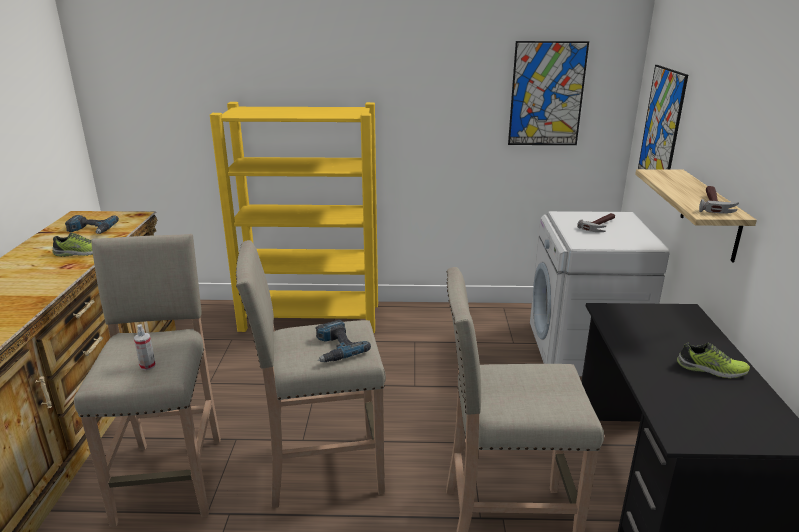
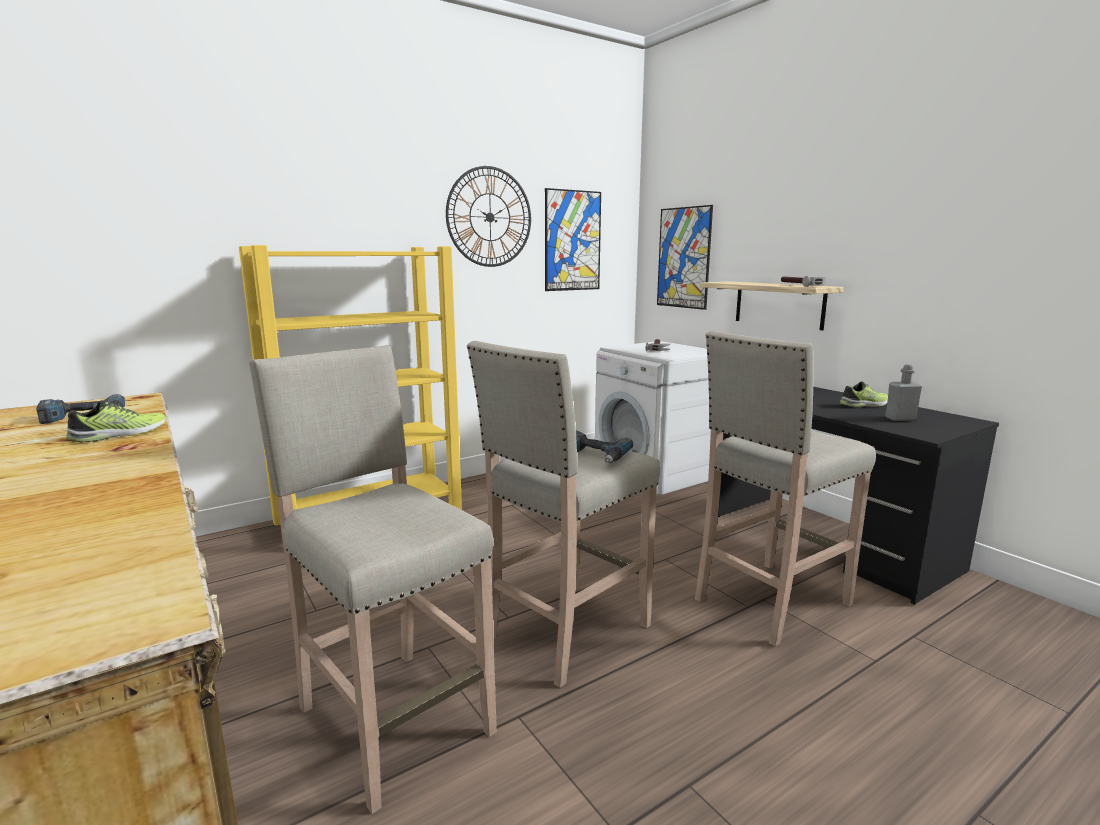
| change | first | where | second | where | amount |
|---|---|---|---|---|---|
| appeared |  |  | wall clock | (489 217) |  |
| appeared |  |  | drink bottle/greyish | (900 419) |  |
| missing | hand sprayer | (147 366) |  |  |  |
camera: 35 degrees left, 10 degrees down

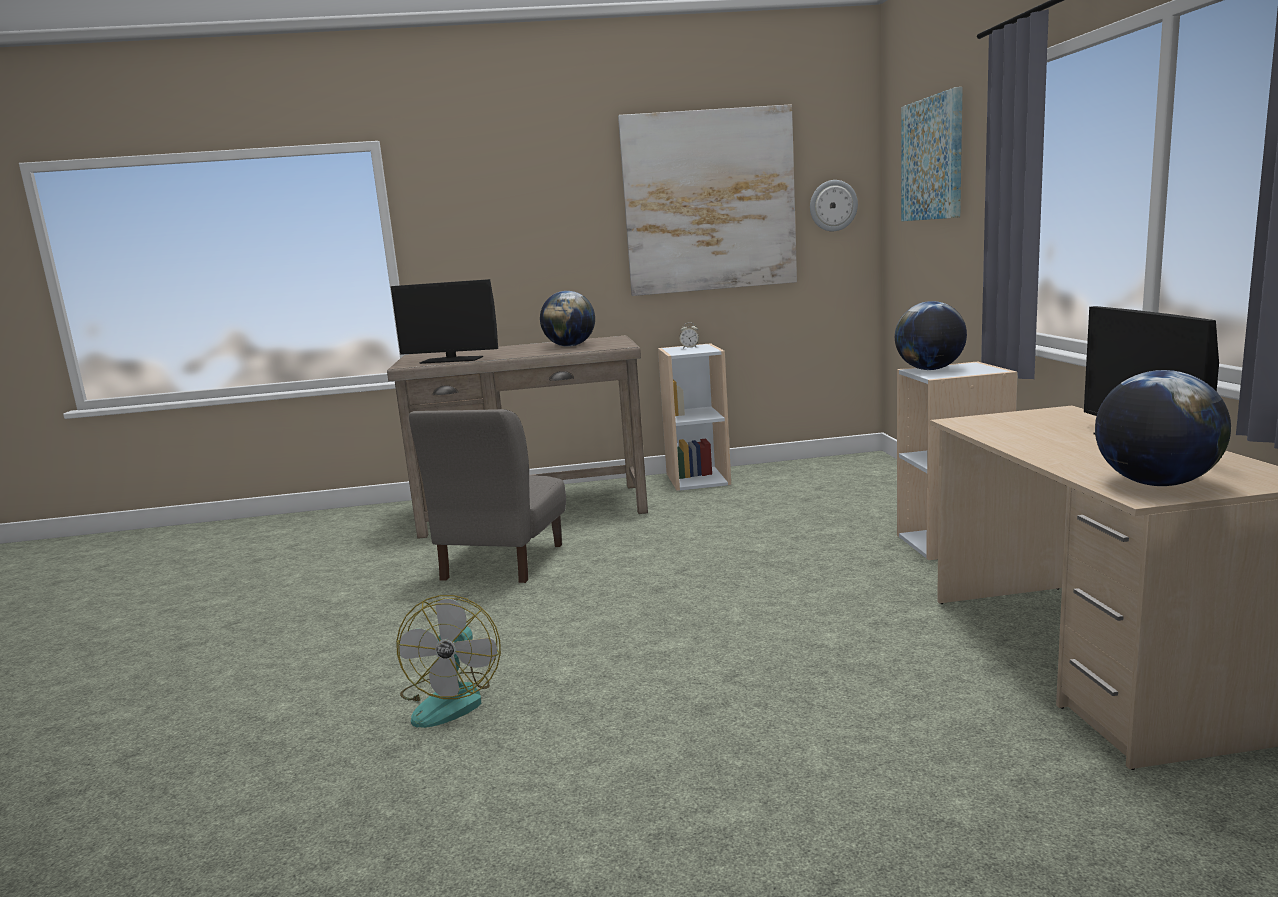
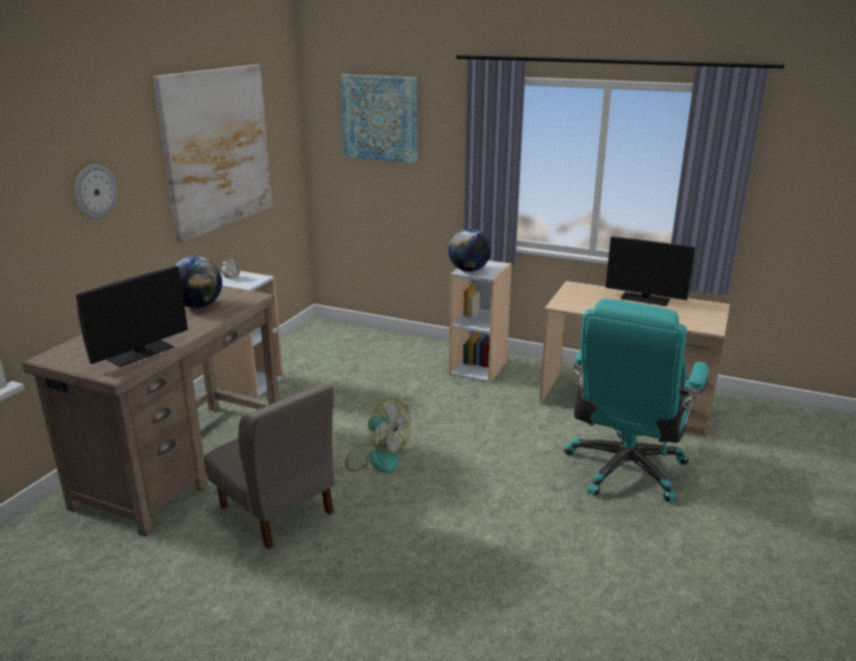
| change | first | where | second | where | amount |
|---|---|---|---|---|---|
| relocated | wall clock | (833 205) |  | (94 191) |  |
| relocated | fan | (452 699) |  | (376 457) |  |
| appeared |  |  | desk chair/turquoise | (625 468) |  |
| missing | globe | (1156 483) |  |  |  |
camera: 60 degrees left, 10 degrees up

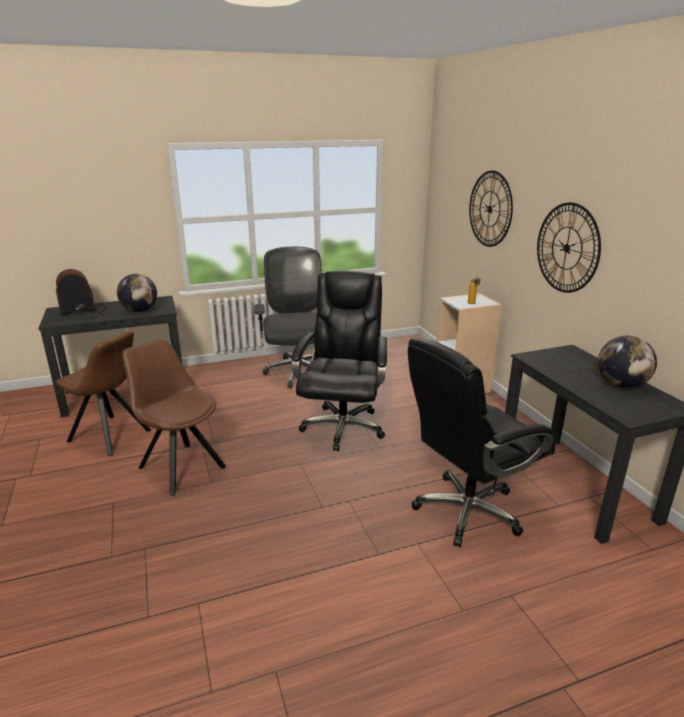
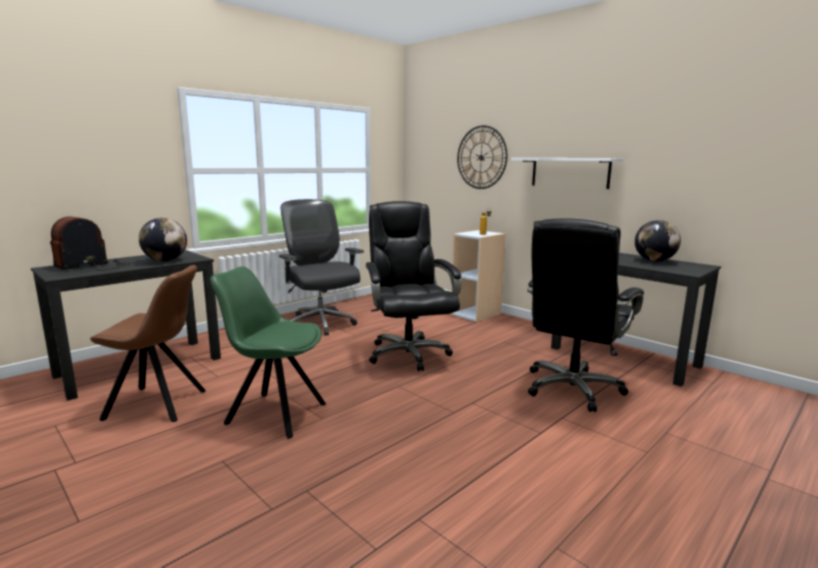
| change | first | where | second | where | amount |
|---|---|---|---|---|---|
| colour | upright chair/brownish | (181 467) | upright chair/green-coloured | (275 413) |  |
| exchanged | wall clock | (567 248) | shelf/white | (569 172) |  |
camera: 25 degrees left, 10 degrees down

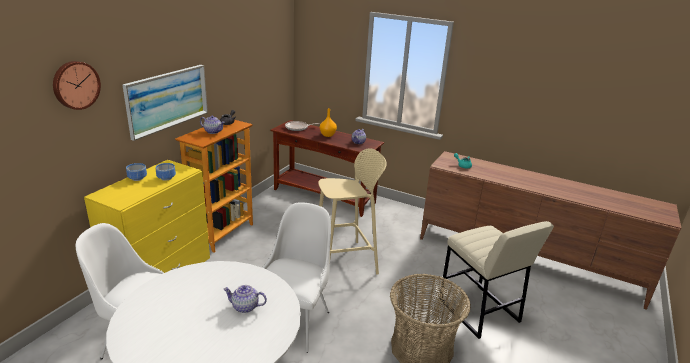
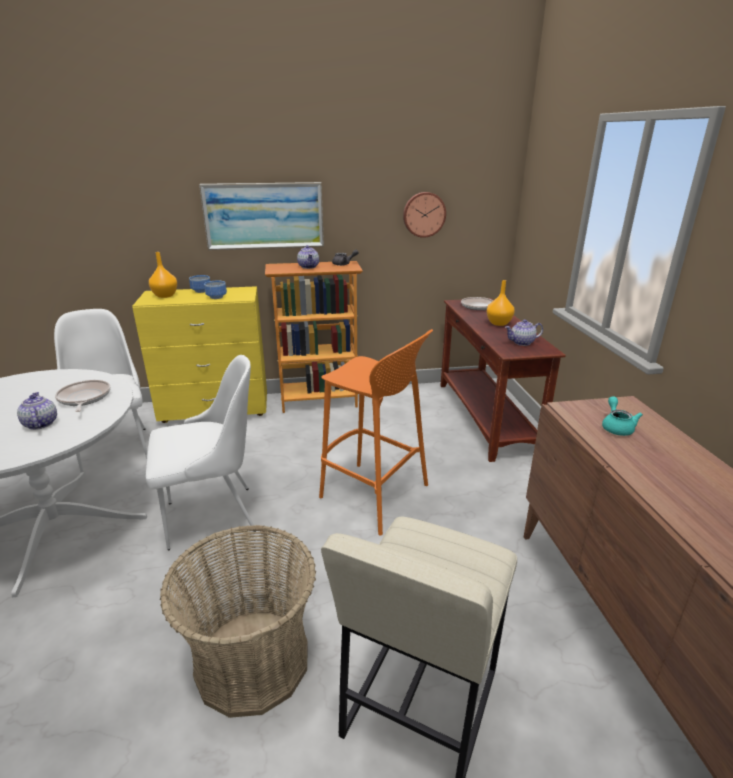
| change | first | where | second | where | amount |
|---|---|---|---|---|---|
| appeared |  |  | frying pan | (84 398) |  |
| appeared |  |  | decorative vase/orangey | (165 295) |  |
| colour | stool seat/sand-coloured | (345 261) | stool seat/orangey | (374 495) |  |
| relocated | wall clock | (75 85) |  | (424 214) |  |
camera: 55 degrees right, 0 degrees up

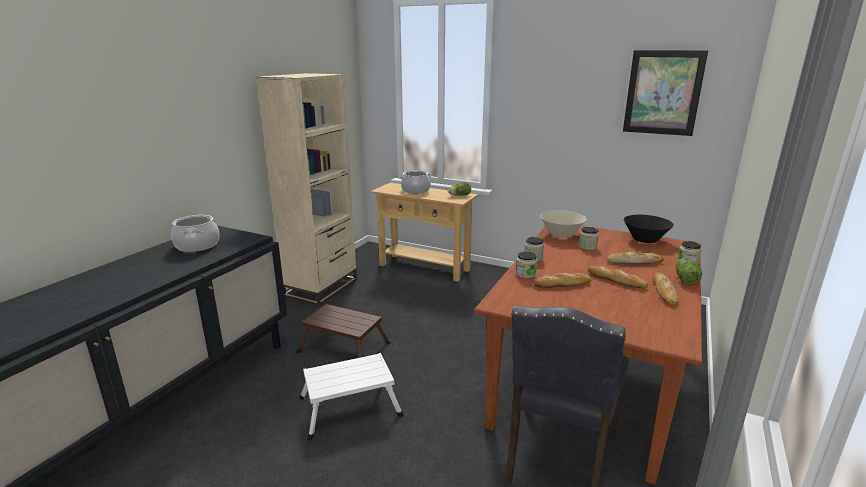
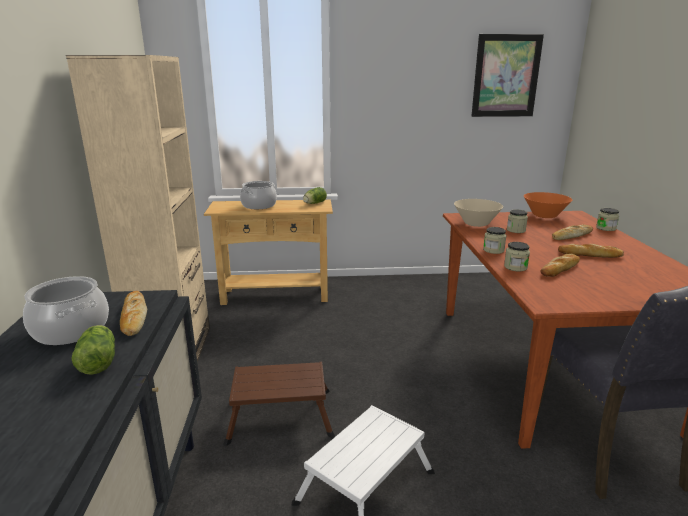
| change | first | where | second | where | amount |
|---|---|---|---|---|---|
| relocated | lettuce head | (685 278) |  | (99 360) |  |
| relocated | bread | (664 291) |  | (133 317) |  |
| colour | serving bowl/black | (645 240) | serving bowl/orangey | (544 215) |  |
camera: 30 degrees left, 0 degrees up

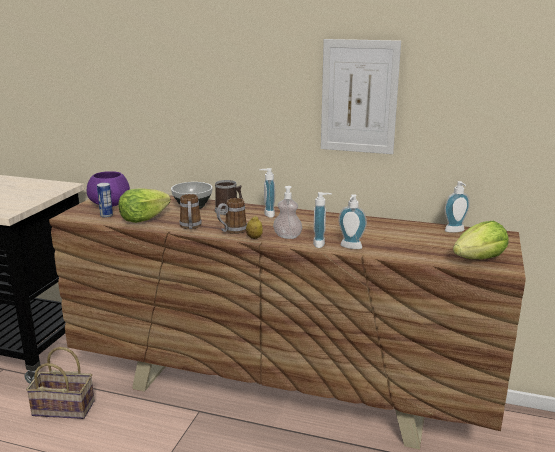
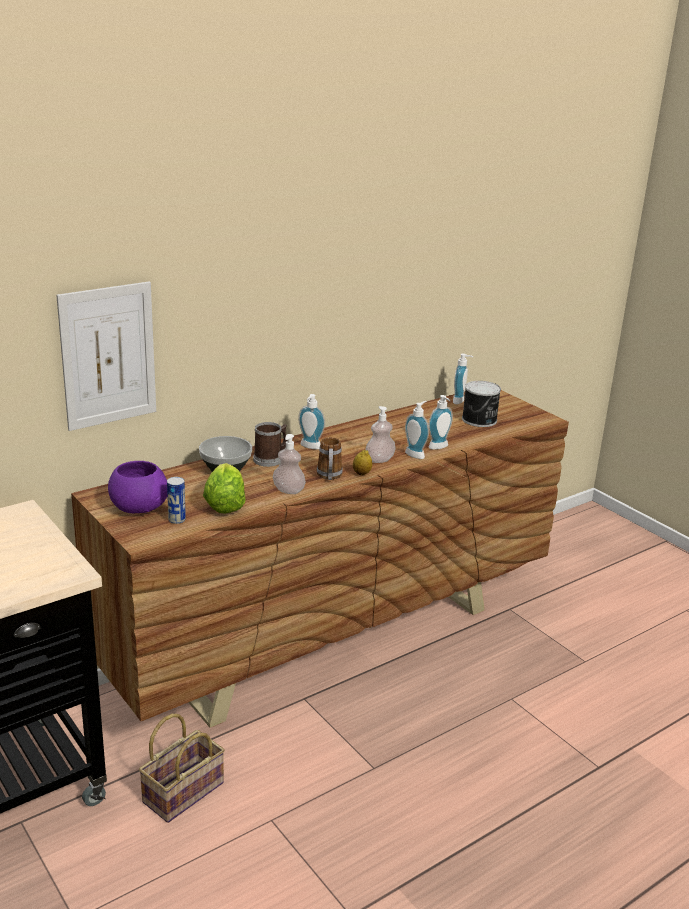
| change | first | where | second | where | amount |
|---|---|---|---|---|---|
| relocated | picture | (359 97) |  | (108 356) |  |
| exchanged | mug | (190 227) | liquid soap bottle | (288 490) |  |
| appeared |  |  | sealed can | (480 420) |  |
| missing | lettuce head | (479 259) |  |  |  |
camera: 55 degrees left, 5 degrees up

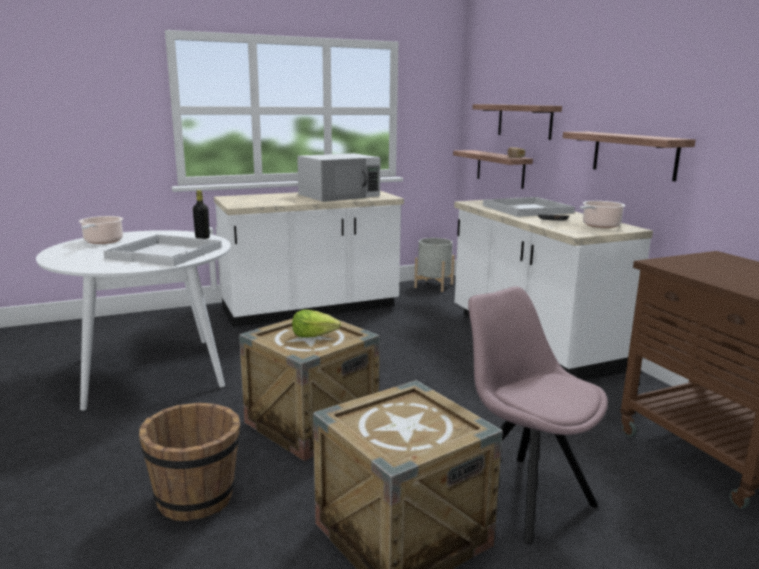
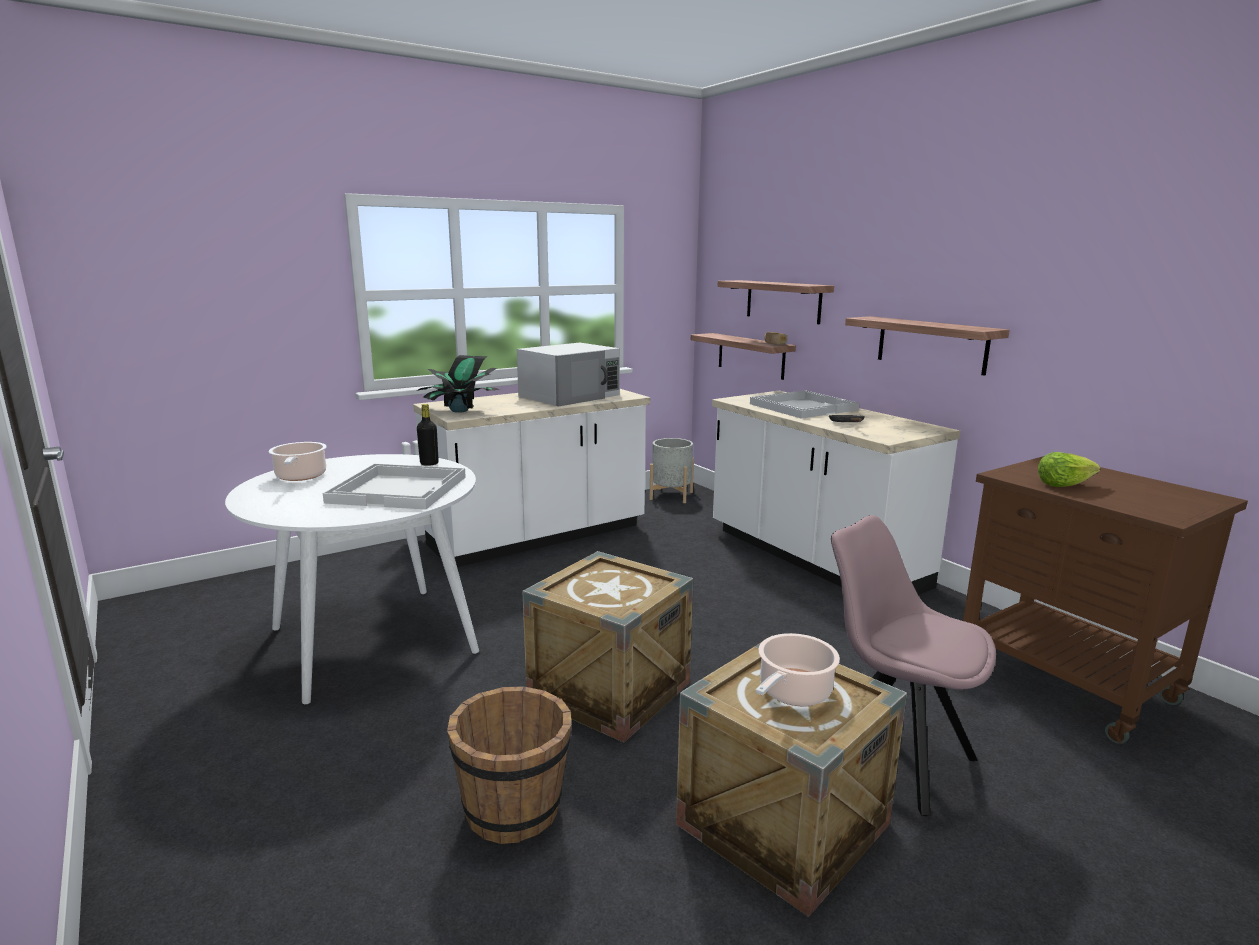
| change | first | where | second | where | amount |
|---|---|---|---|---|---|
| appeared |  |  | plant in a pot | (460 411) |  |
| relocated | saucepot | (599 225) |  | (793 693) |  |
| relocated | lettuce head | (314 335) |  | (1063 484) |  |
camera: 10 degrees left, 0 degrees up

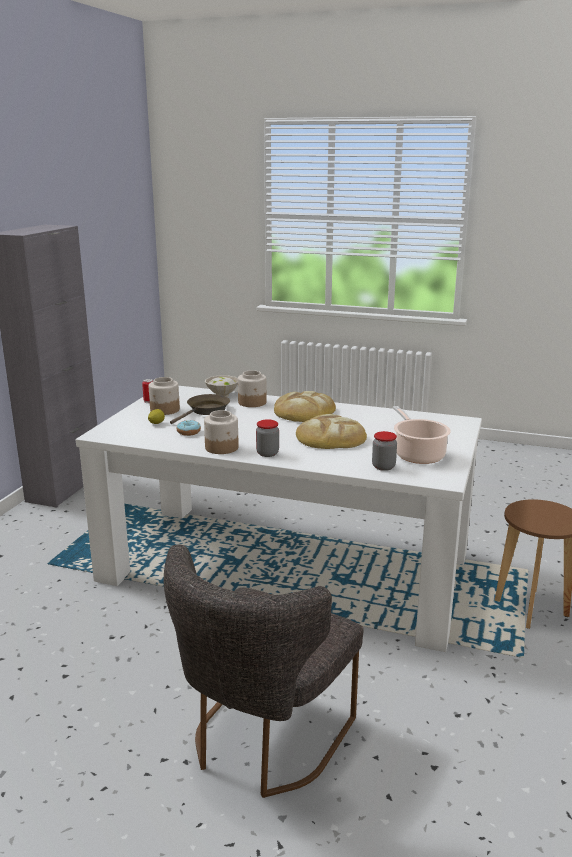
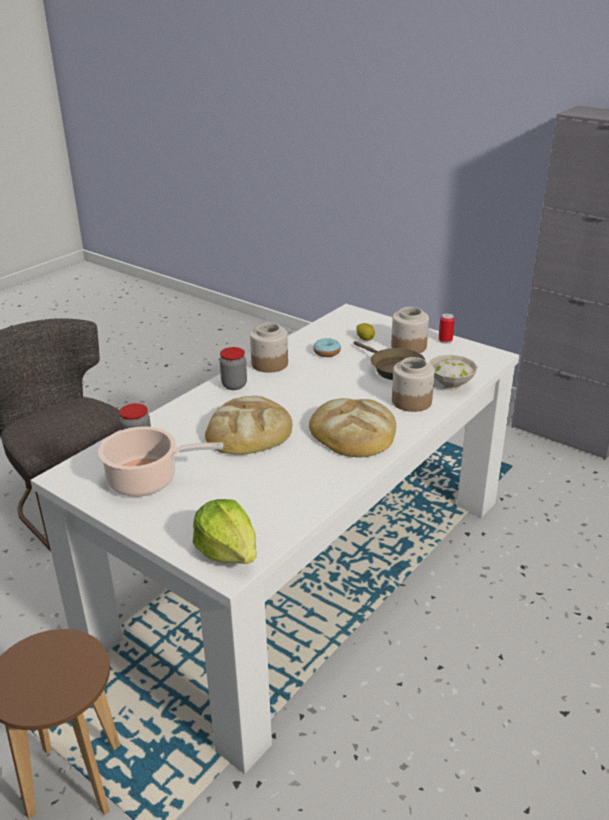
| change | first | where | second | where | amount |
|---|---|---|---|---|---|
| appeared |  |  | lettuce head | (228 550) |  |
camera: 110 degrees right, 10 degrees up

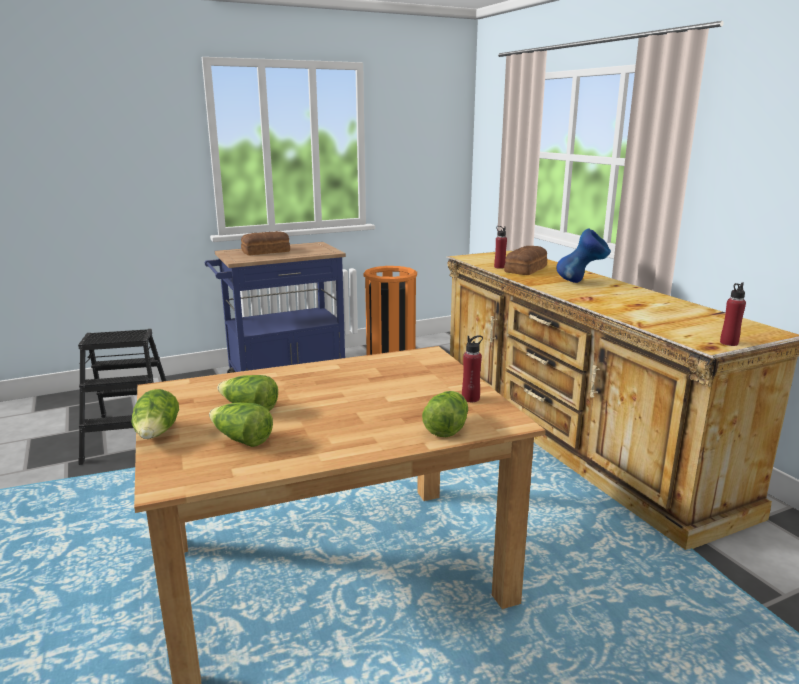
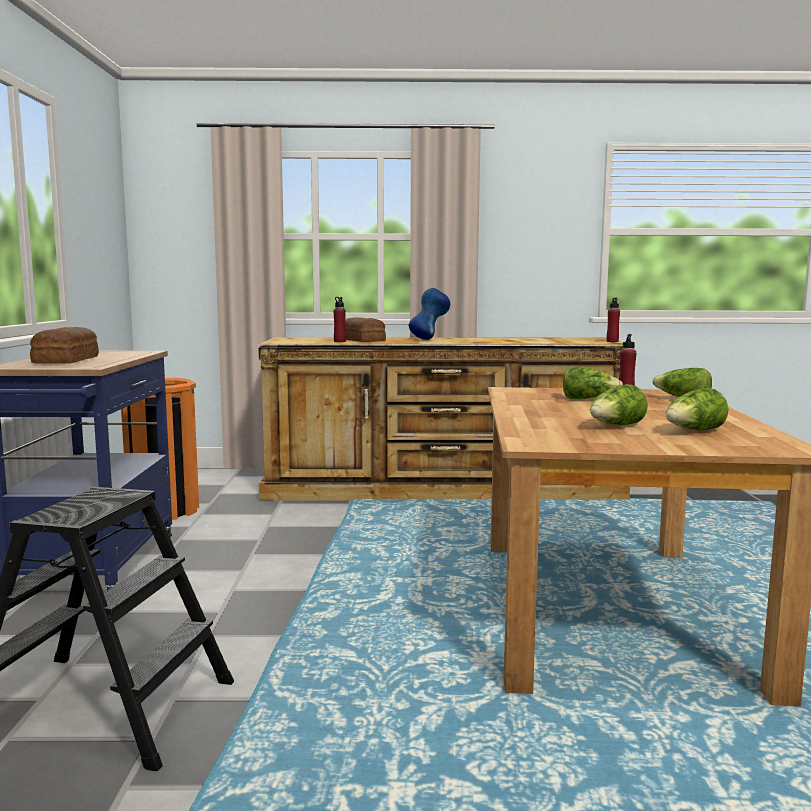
| change | first | where | second | where | amount |
|---|---|---|---|---|---|
| relocated | lettuce head | (157 434) |  | (588 399) |  |
camera: 65 degrees left, 10 degrees down

